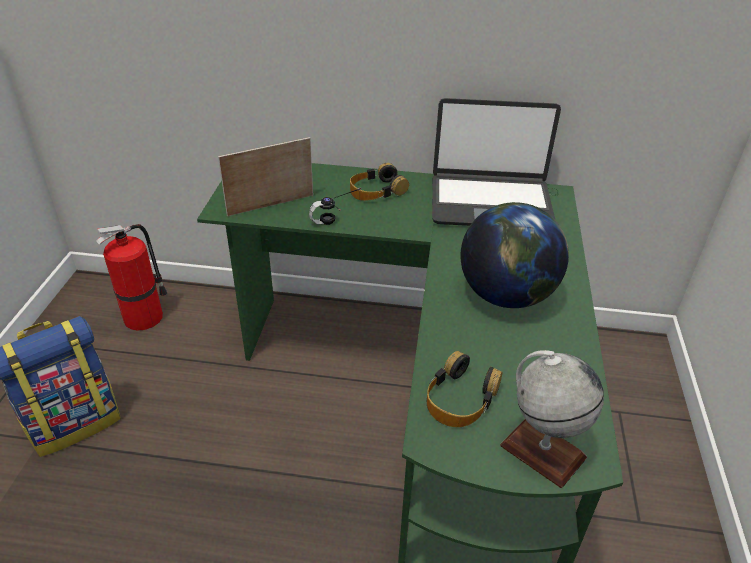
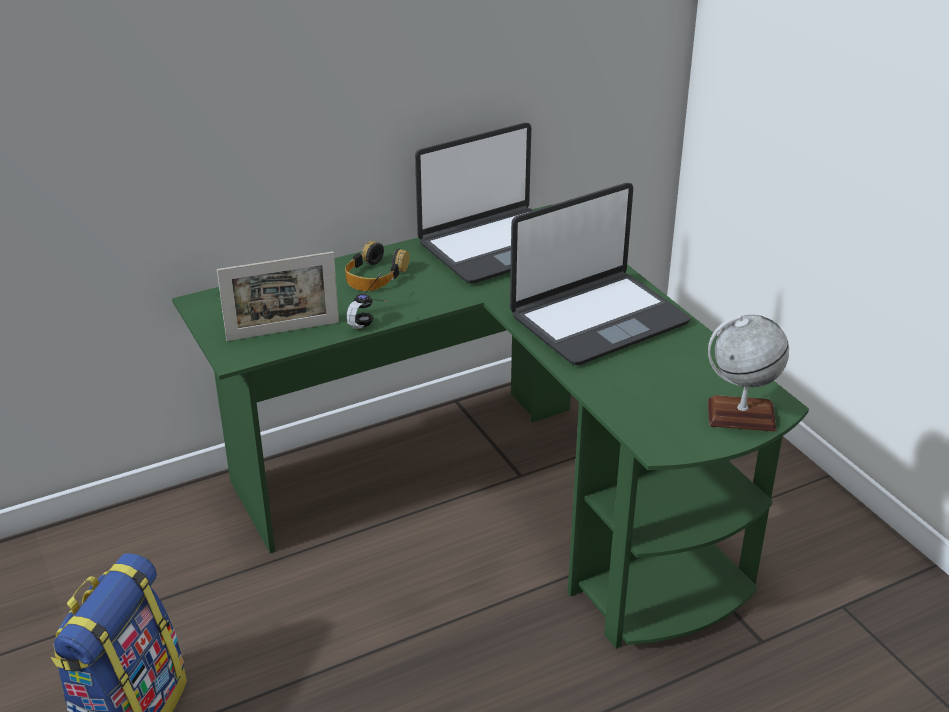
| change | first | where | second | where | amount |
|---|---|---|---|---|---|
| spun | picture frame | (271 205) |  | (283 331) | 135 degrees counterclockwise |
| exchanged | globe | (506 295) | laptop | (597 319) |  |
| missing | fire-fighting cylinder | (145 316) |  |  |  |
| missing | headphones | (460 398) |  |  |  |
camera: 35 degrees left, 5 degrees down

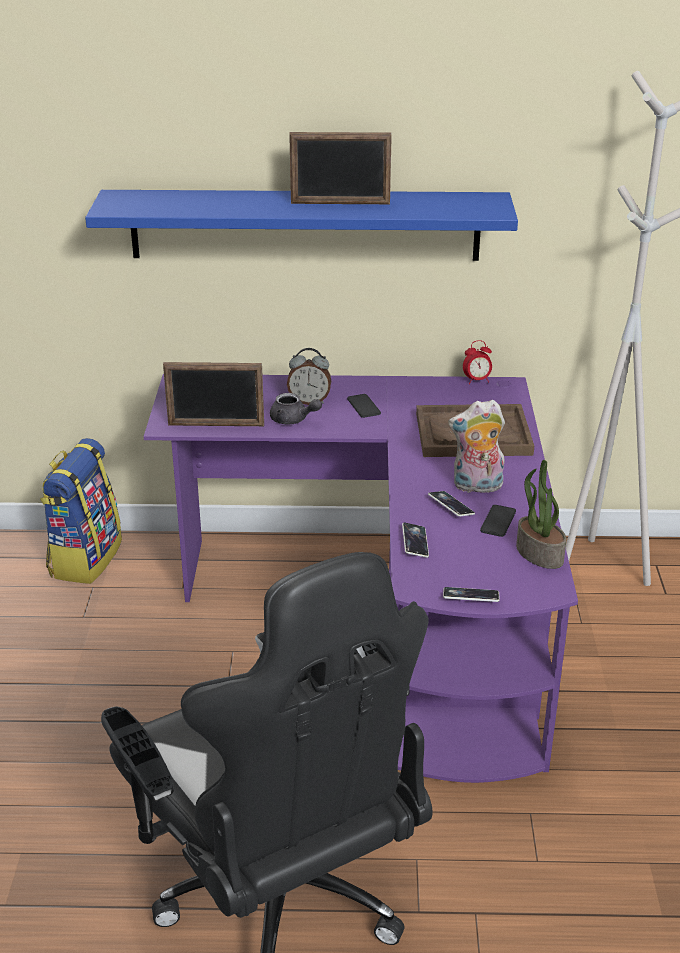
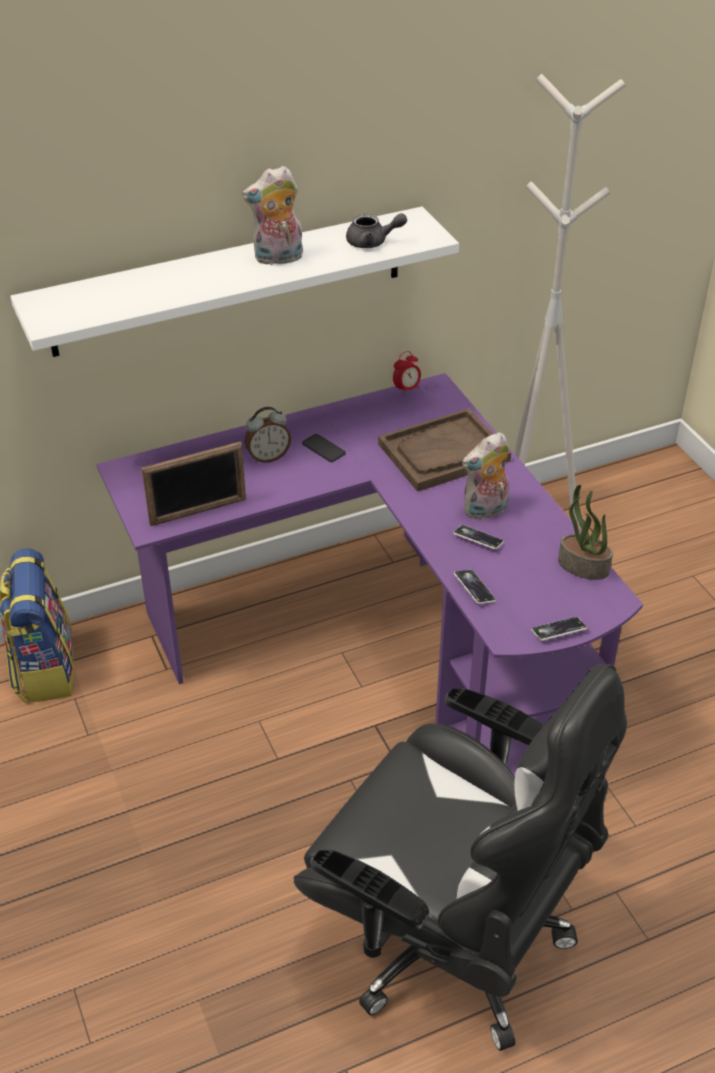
| change | first | where | second | where | amount |
|---|---|---|---|---|---|
| colour | shelf/blue | (305 225) | shelf/white | (229 281) |  |
| exchanged | picture frame | (340 203) | cuddly toy | (278 259) |  |
| relocated | tea pot/greyish | (293 420) |  | (372 242) |  |
| missing | phone | (498 521) |  |  |  |
camera: 25 degrees left, 10 degrees up

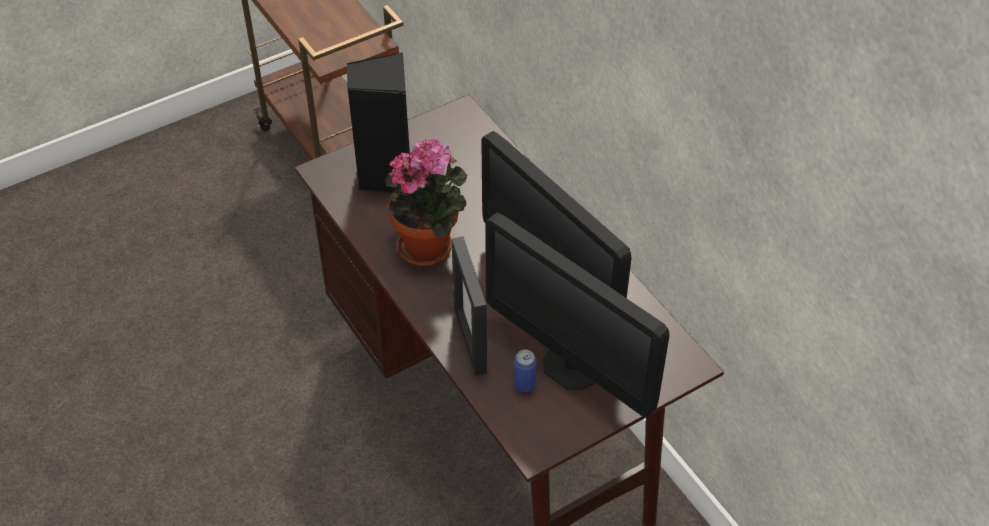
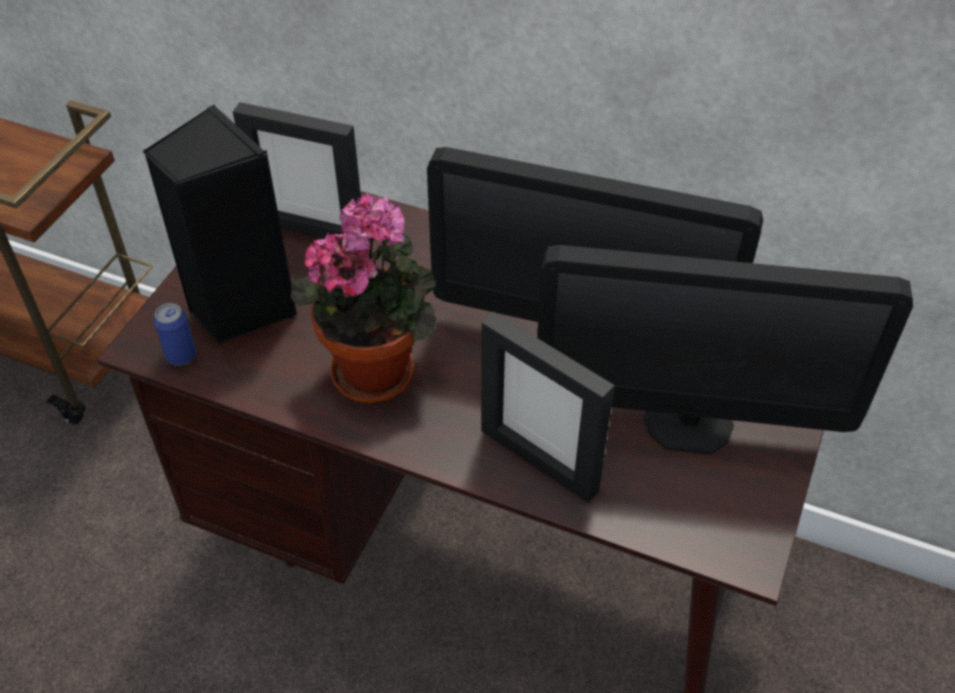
| change | first | where | second | where | amount |
|---|---|---|---|---|---|
| relocated | sealed can | (524 384) |  | (181 356) |  |
| appeared |  |  | picture frame | (311 228) |  |
camera: 35 degrees left, 0 degrees up

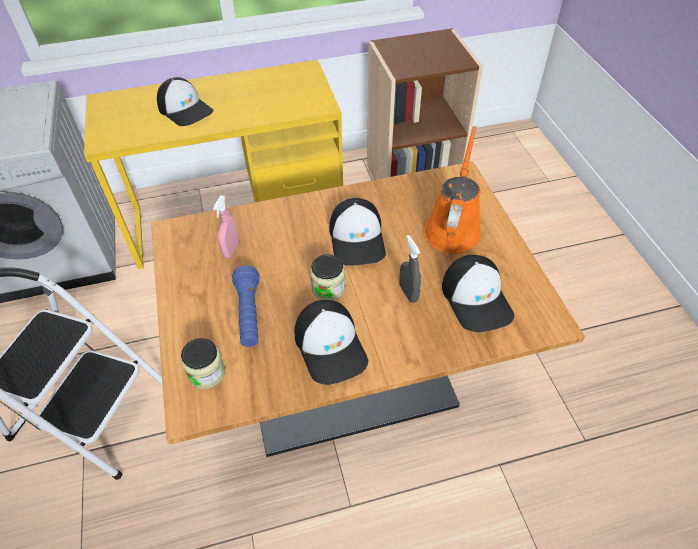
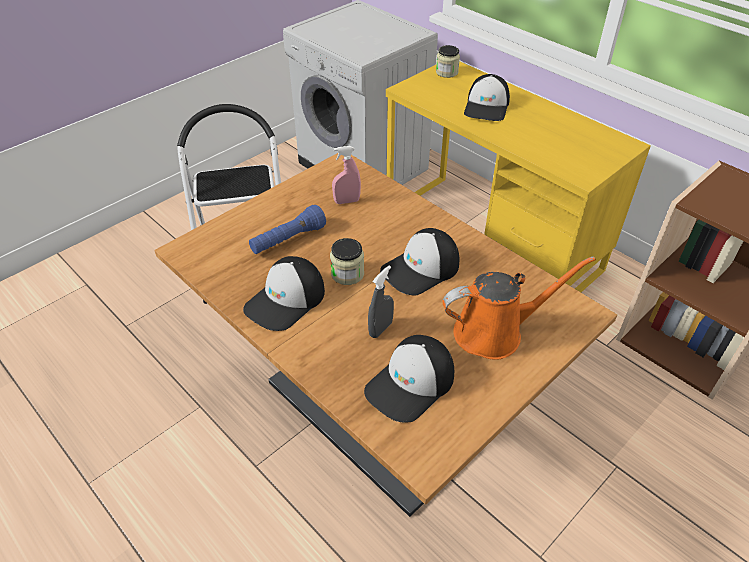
| change | first | where | second | where | amount |
|---|---|---|---|---|---|
| relocated | preserve jar | (207 373) |  | (447 72) |  |
camera: 60 degrees right, 5 degrees down

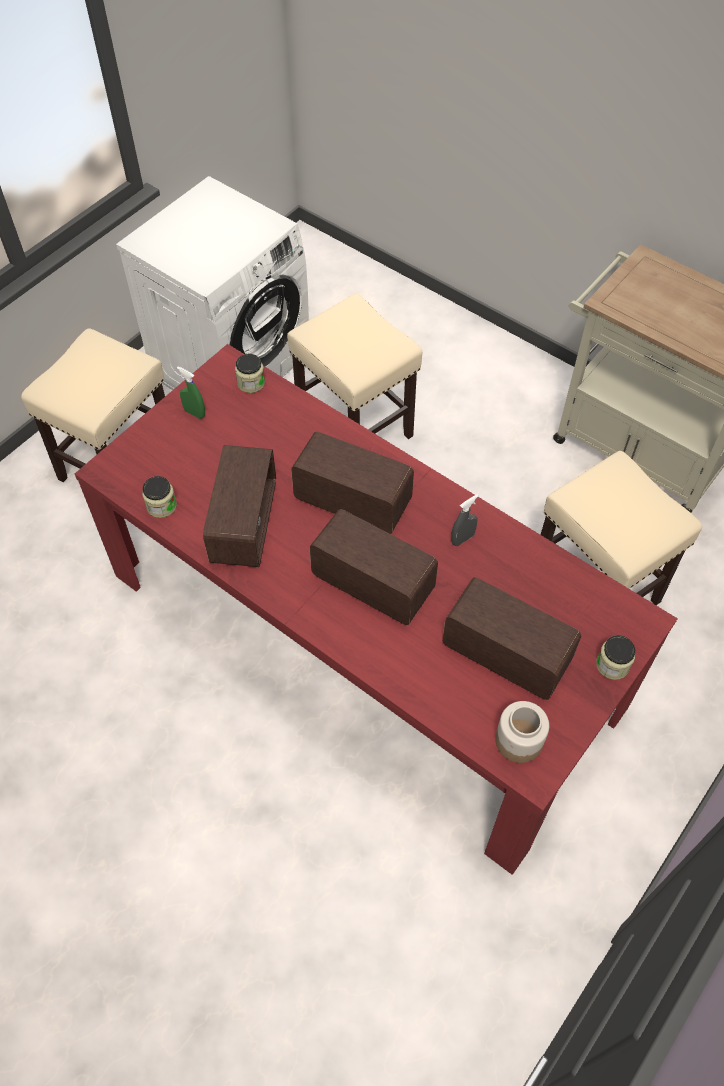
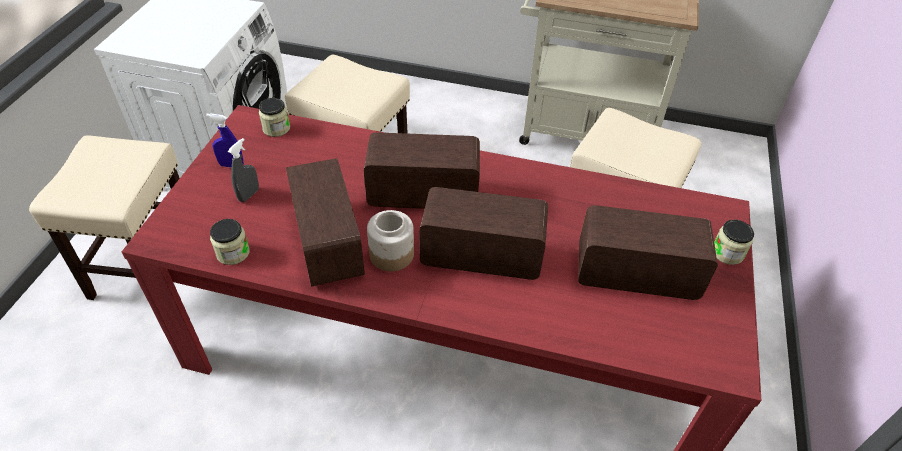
| change | first | where | second | where | amount |
|---|---|---|---|---|---|
| colour | hand sprayer/green-coloured | (194 413) | hand sprayer/blue | (231 165) |  |
| relocated | hand sprayer/greyish | (462 539) |  | (249 195) |  |
| relocated | preserve jar | (519 740) |  | (392 254) |  |
camera: 25 degrees left, 10 degrees down

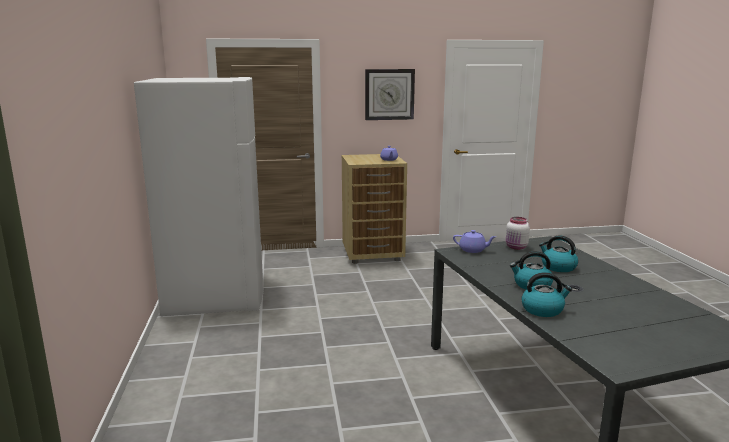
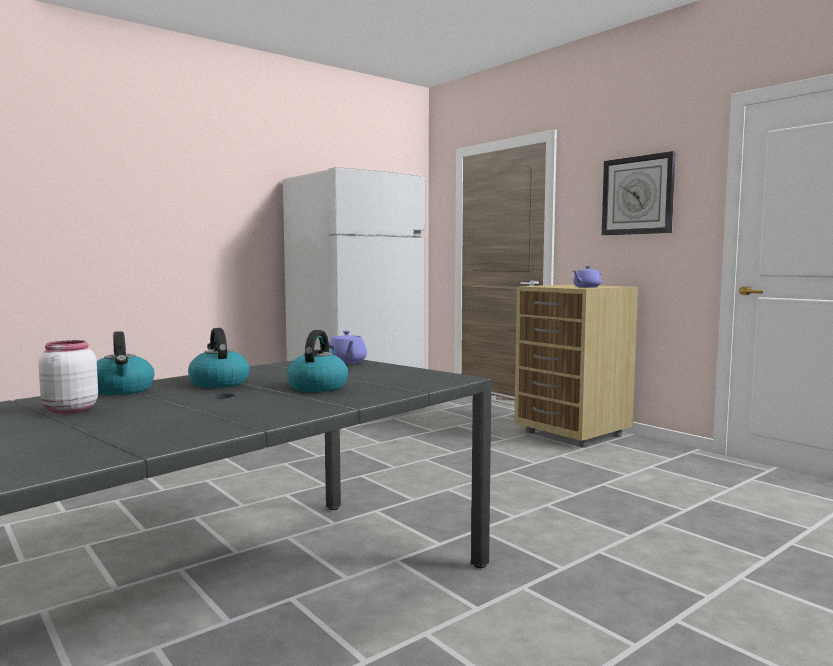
| change | first | where | second | where | amount |
|---|---|---|---|---|---|
| relocated | preserve jar/white | (516 247) |  | (69 410) |  |
camera: 60 degrees right, 10 degrees down

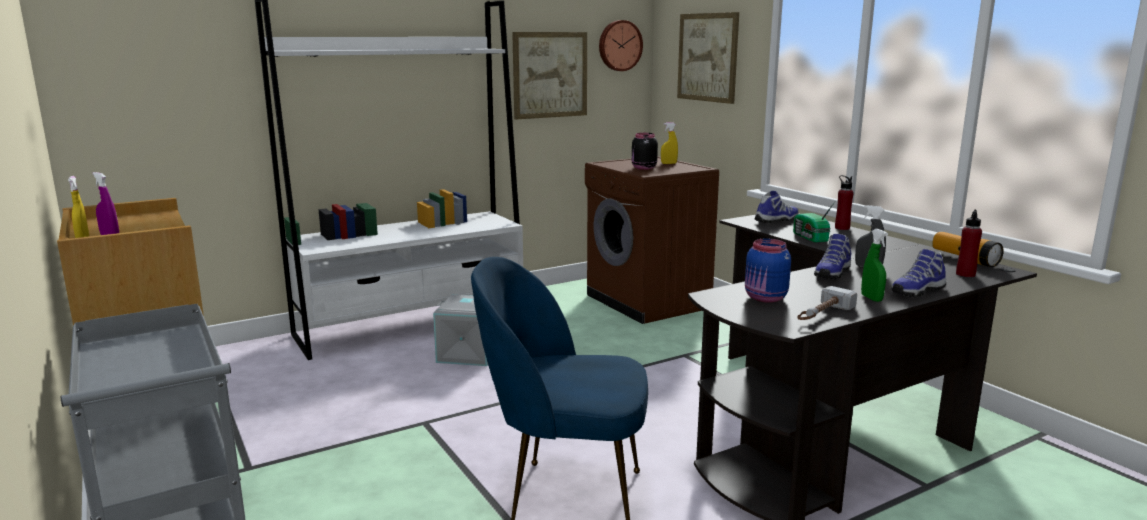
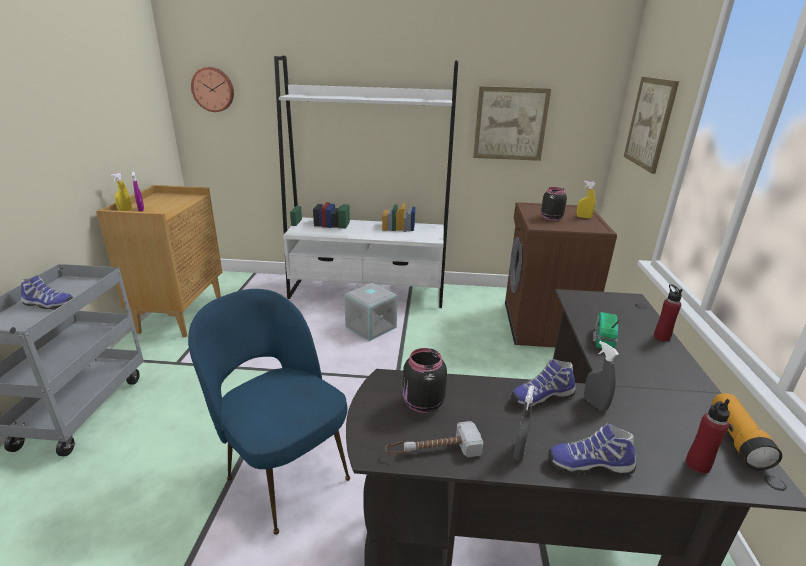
| change | first | where | second | where | amount |
|---|---|---|---|---|---|
| relocated | item of footwear | (777 220) |  | (48 304) |  |
| relocated | wall clock | (619 45) |  | (213 89) |  |
| colour | preserve jar/blue | (765 298) | preserve jar/black | (422 403) |  |
| colour | hand sprayer/green-coloured | (871 298) | hand sprayer/greyish | (519 451) |  |
camera: 35 degrees right, 10 degrees up

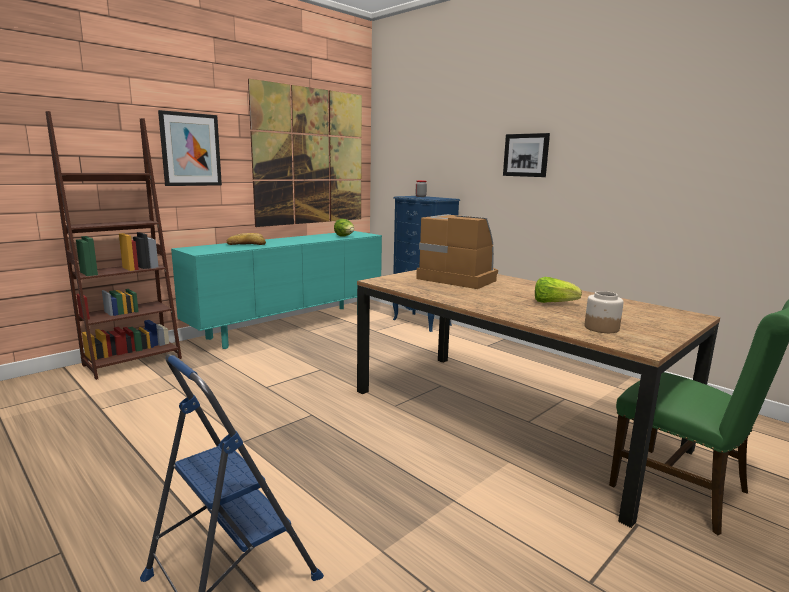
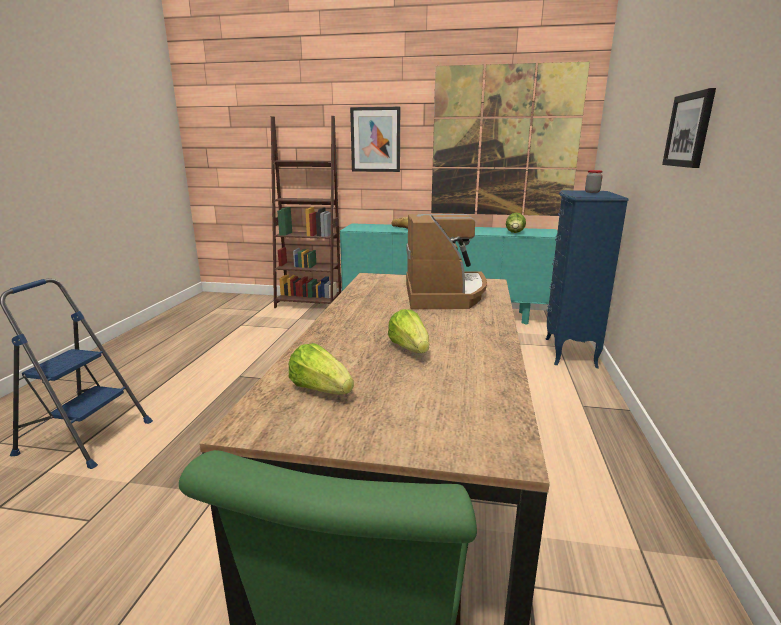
| change | first | where | second | where | amount |
|---|---|---|---|---|---|
| exchanged | preserve jar | (601 328) | lettuce head | (321 390) |  |
camera: 55 degrees right, 5 degrees up

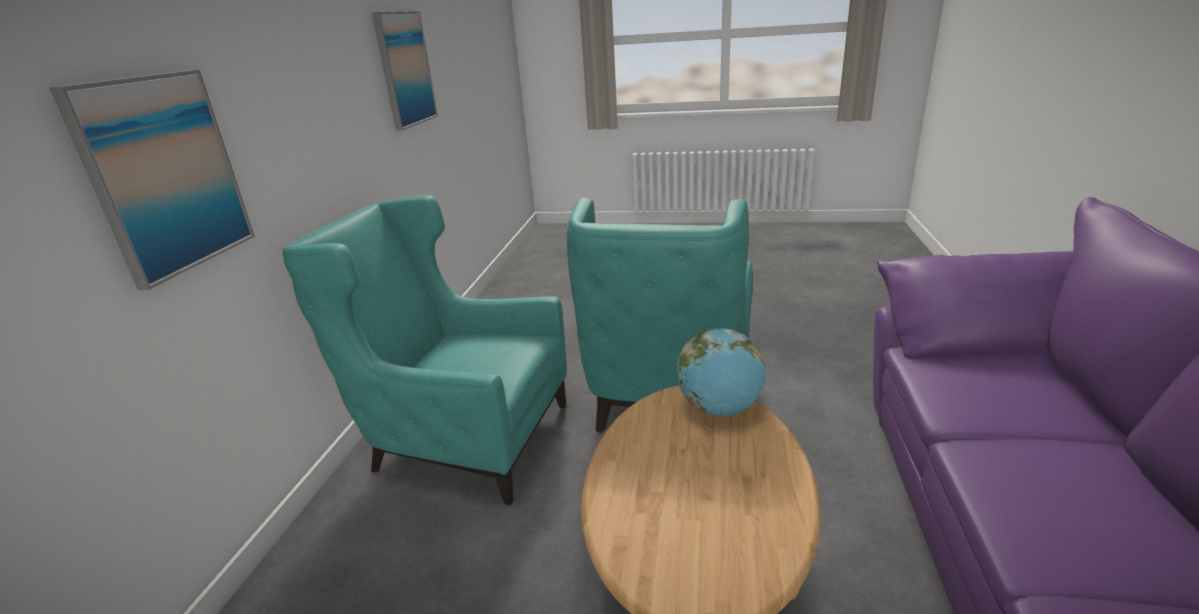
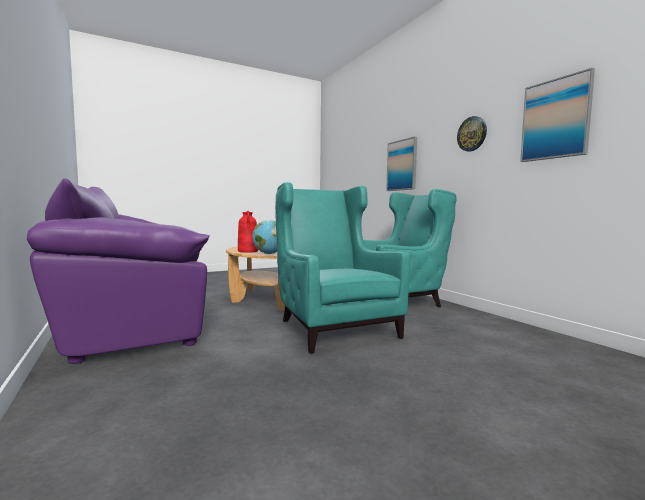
| change | first | where | second | where | amount |
|---|---|---|---|---|---|
| appeared |  |  | decorative vase/red-coloured | (248 251) |  |
| appeared |  |  | wall clock | (472 134) |  |
camera: 140 degrees right, 20 degrees down

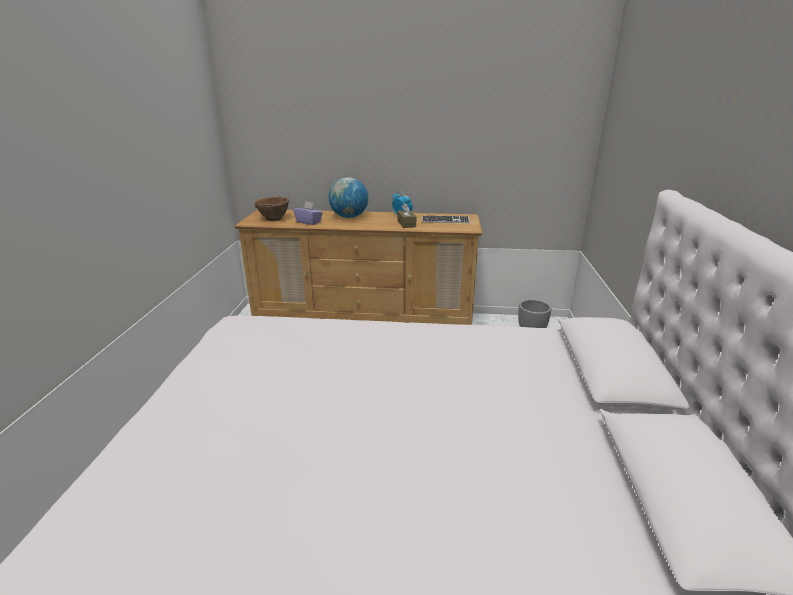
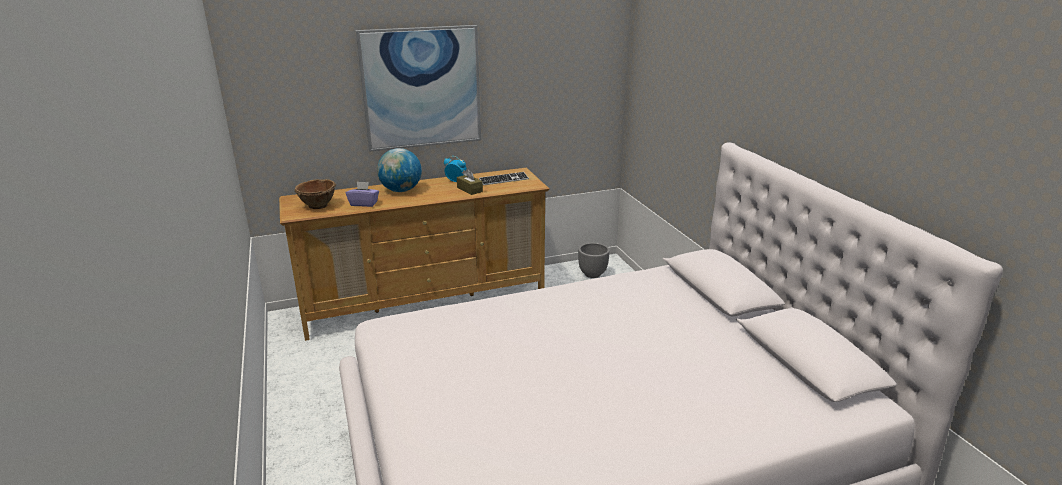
| change | first | where | second | where | amount |
|---|---|---|---|---|---|
| appeared |  |  | picture | (421 88) |  |
camera: 25 degrees left, 0 degrees up

